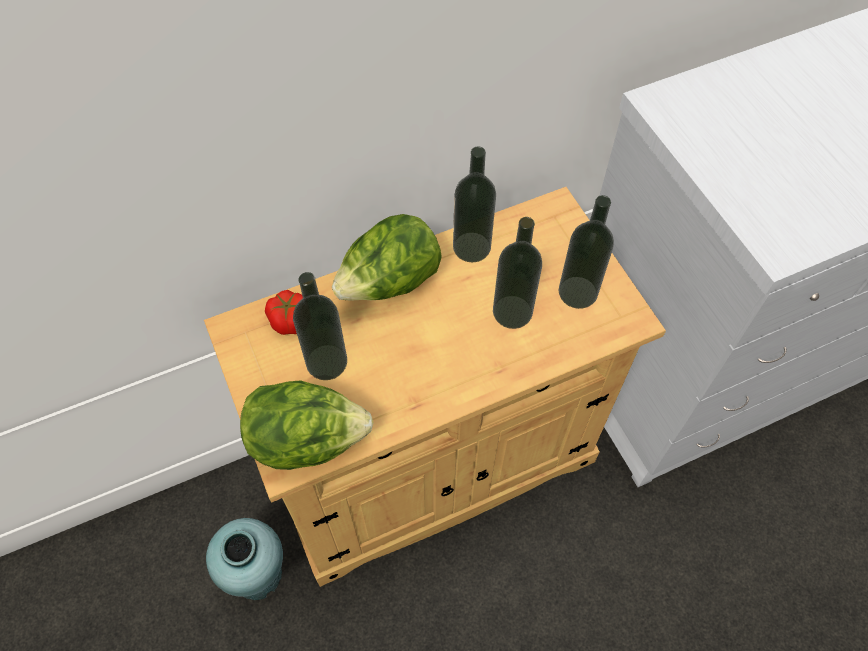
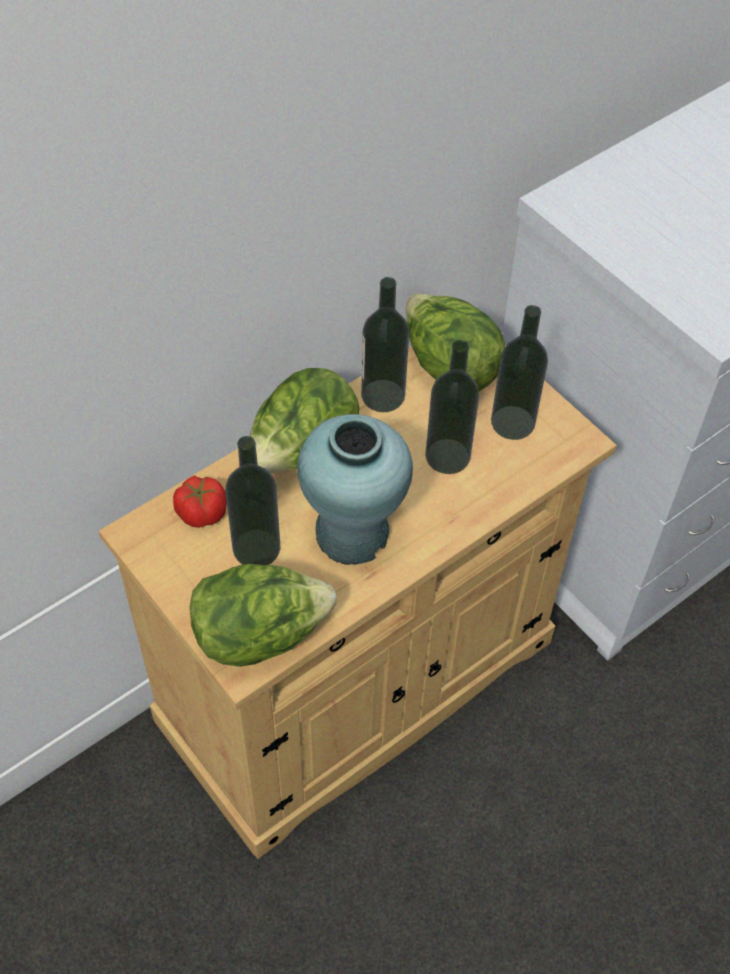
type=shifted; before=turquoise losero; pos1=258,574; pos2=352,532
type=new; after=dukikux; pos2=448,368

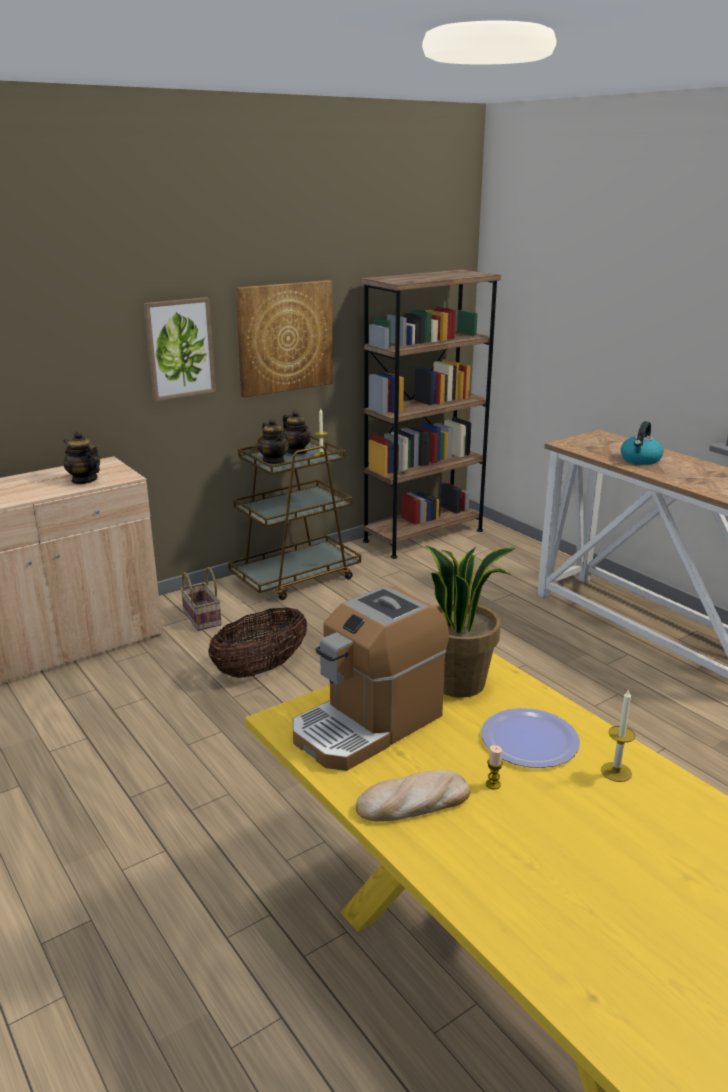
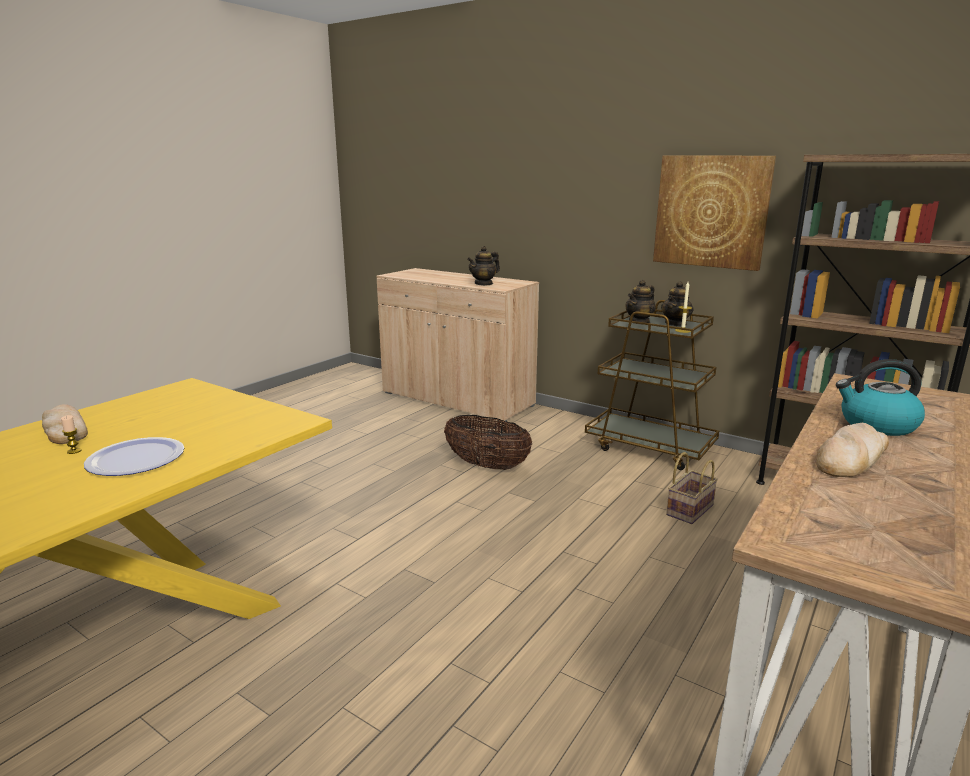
type=rotated; before=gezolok; pos1=84,480; pos2=484,284; turn=-150
type=gone; before=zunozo; pos1=179,348
type=shifted; before=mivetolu; pos1=200,618; pos2=689,509
type=gone; before=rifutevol; pos1=368,724
type=gone; before=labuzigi; pos1=459,682
type=gone; before=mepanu; pos1=616,772
type=new; after=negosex; pos2=851,457

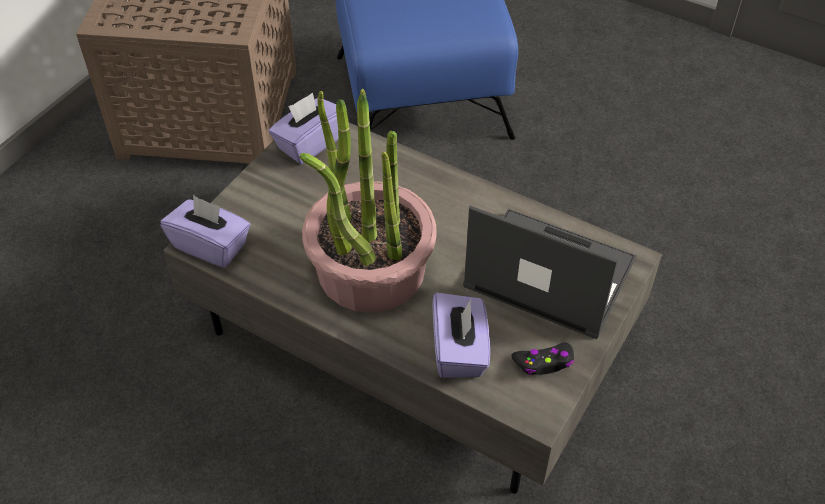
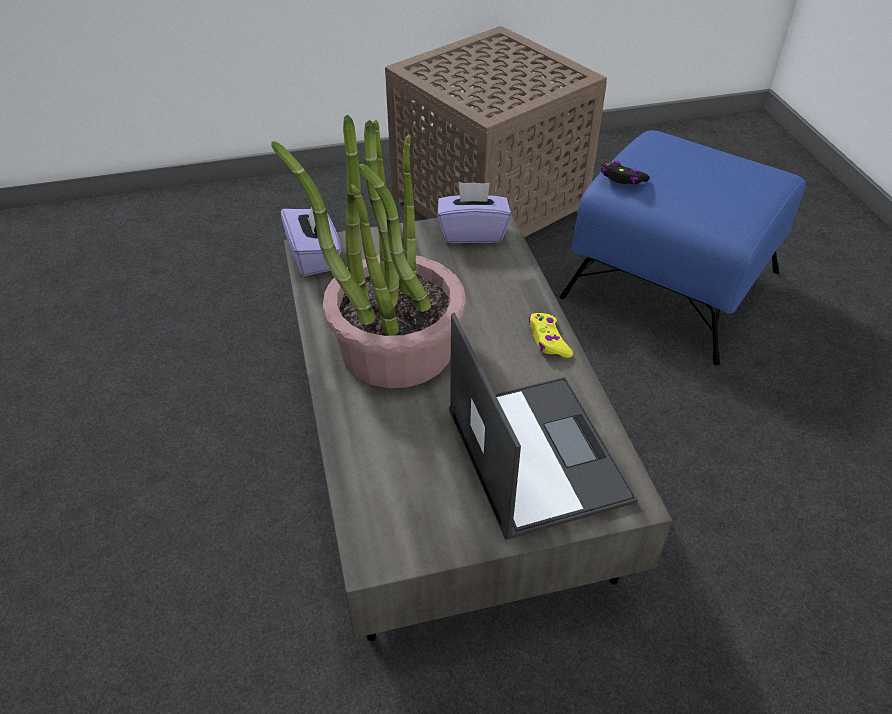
type=gone; before=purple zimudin; pos1=459,351
type=shifted; before=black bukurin; pos1=544,363; pos2=622,178
type=new; after=yellow bukurin; pos2=548,340

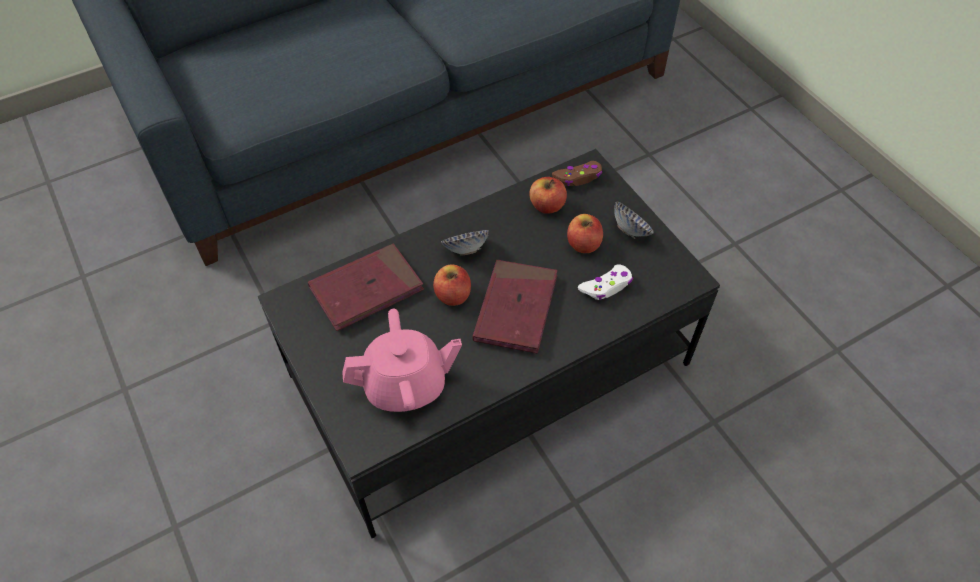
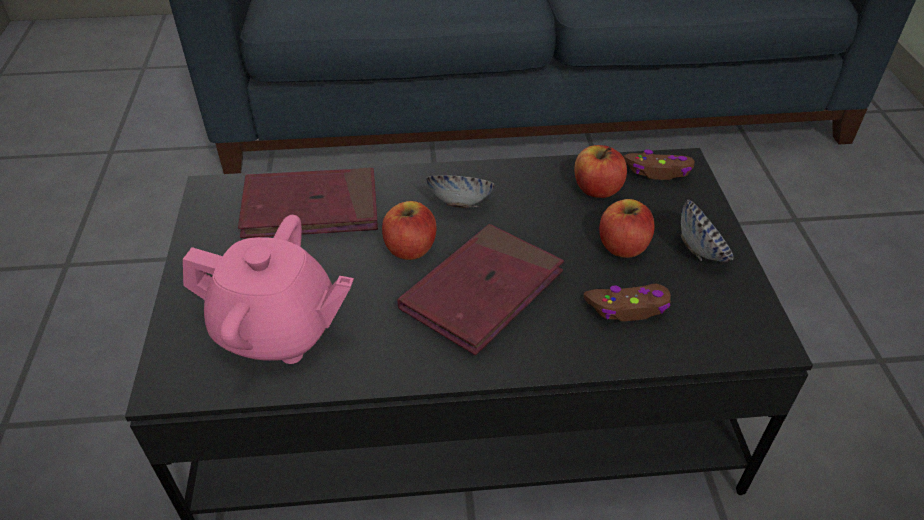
type=repainted; before=white bukurin; after=brown bukurin; pos1=606,286; pos2=628,308

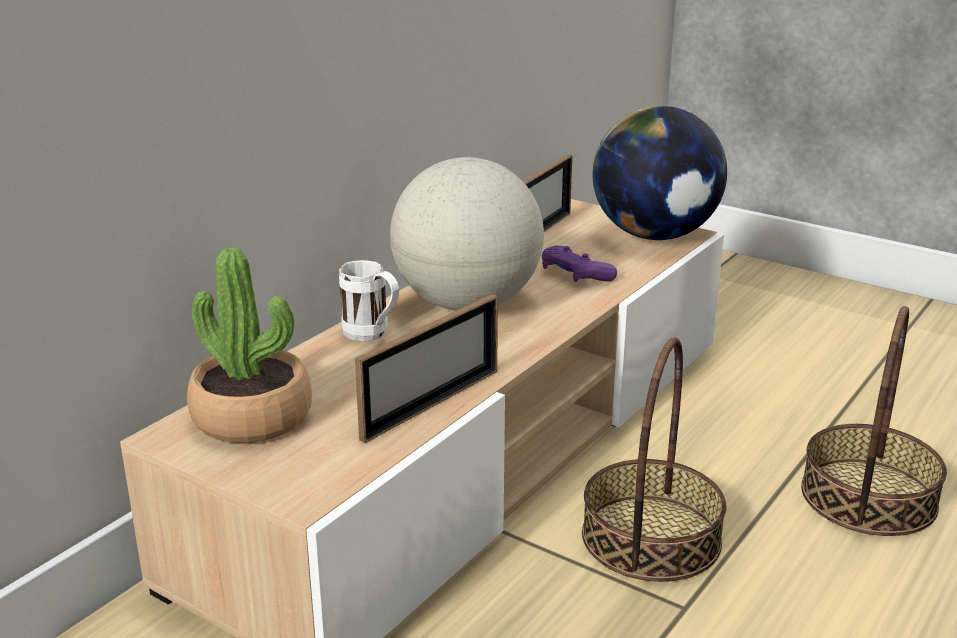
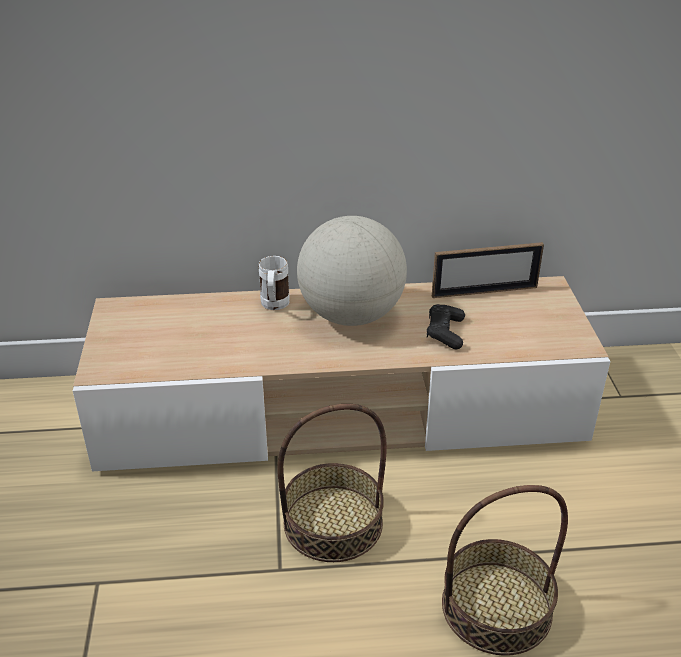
type=gone; before=labuzigi; pos1=252,417
type=gone; before=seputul; pos1=431,404
type=repainted; before=purple bukurin; after=black bukurin; pos1=575,275; pos2=445,333
type=gone; before=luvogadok; pos1=655,235

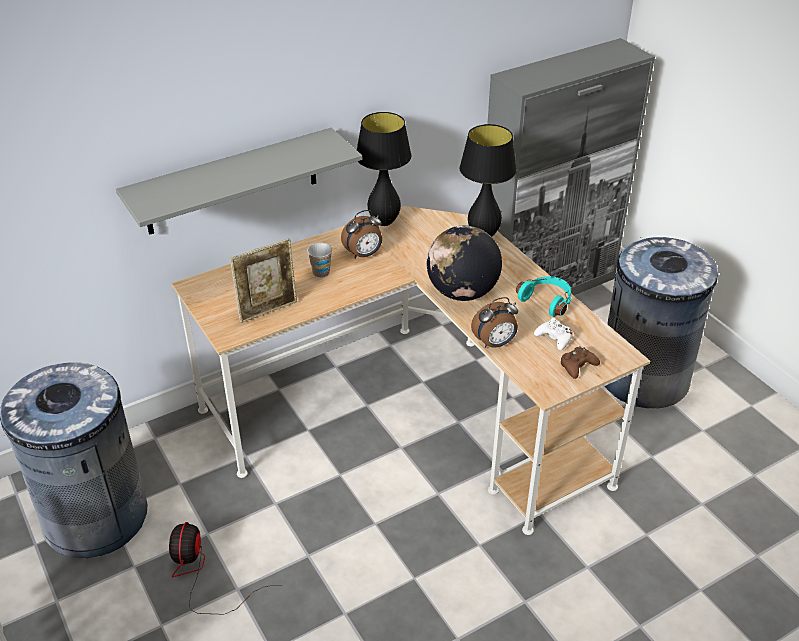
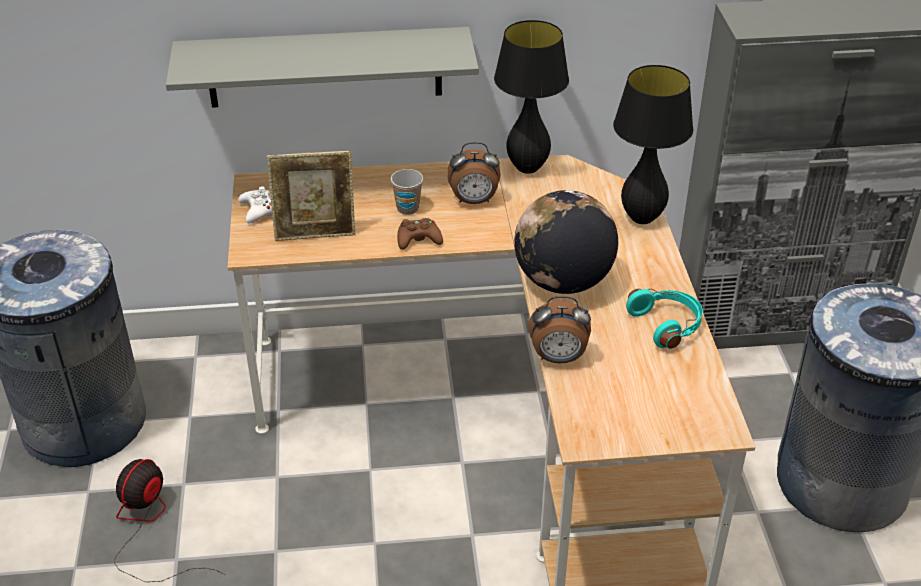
type=shifted; before=white bukurin; pos1=554,338; pos2=258,211
type=shifted; before=brown bukurin; pos1=577,366; pos2=418,239

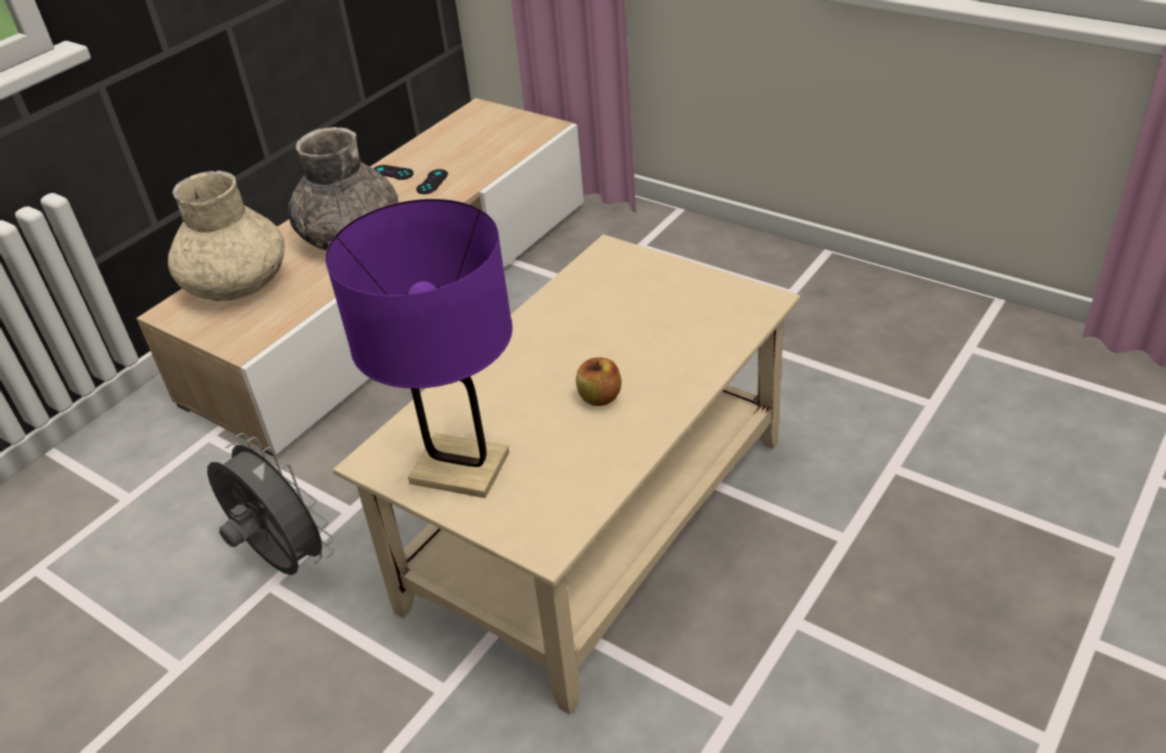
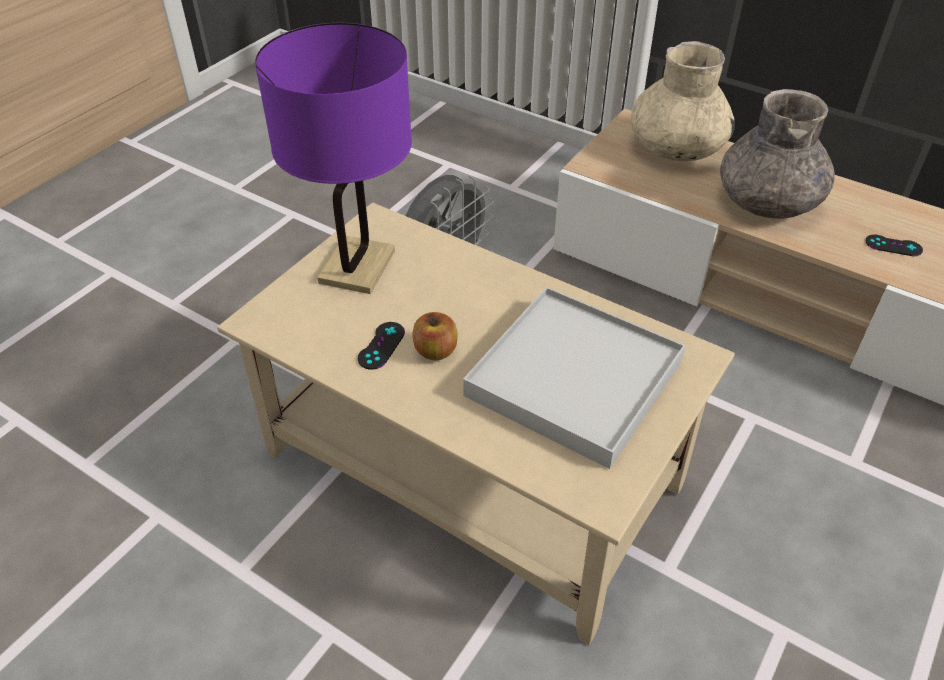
type=shifted; before=black bukurin; pos1=392,173; pos2=381,345
type=new; after=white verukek; pos2=575,379

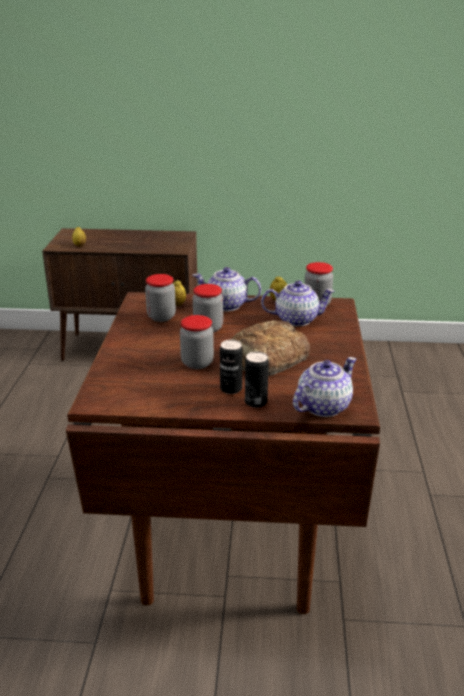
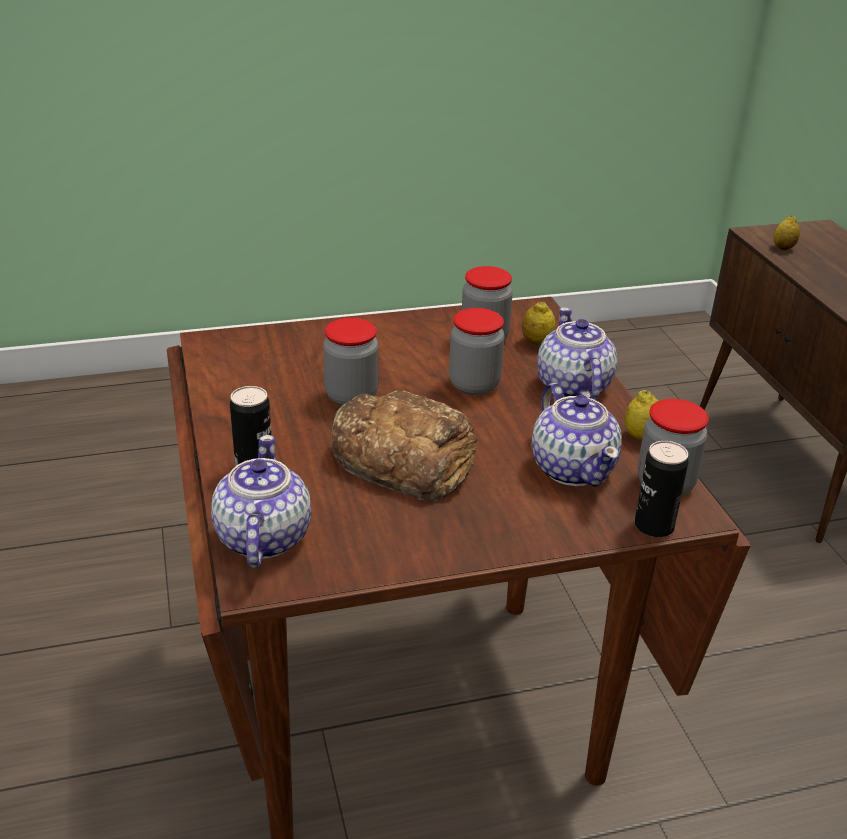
type=shifted; before=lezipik; pos1=231,389; pos2=654,526
type=rotated; before=gezolok; pos1=322,407; pos2=262,539; turn=-120

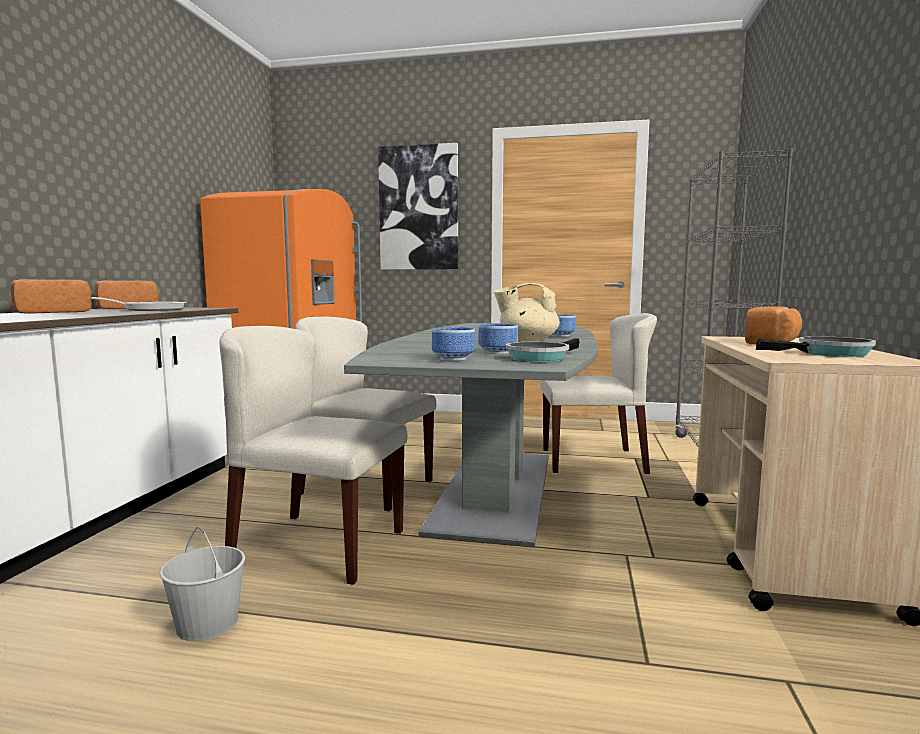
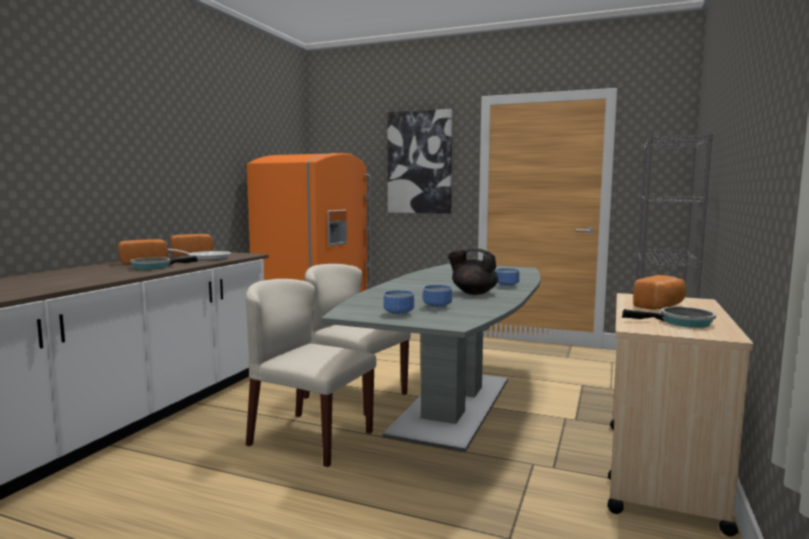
type=gone; before=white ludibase; pos1=206,623
type=repainted; before=beige gezolok; after=black gezolok; pos1=527,341; pos2=473,293
type=shifted; before=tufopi; pos1=540,358; pos2=154,267
type=gone; before=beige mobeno; pos1=593,460

